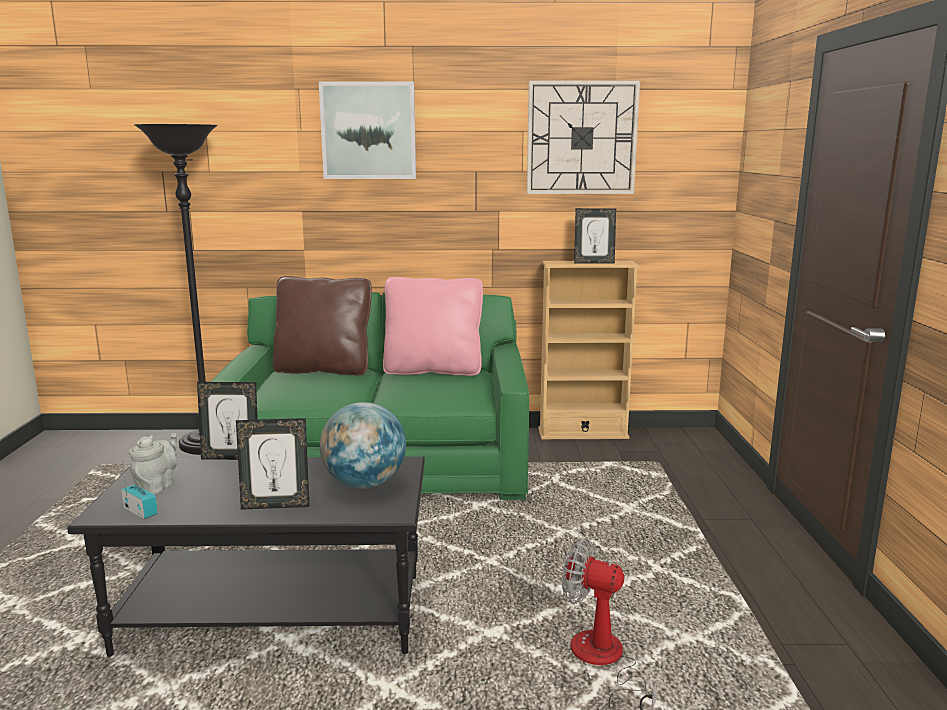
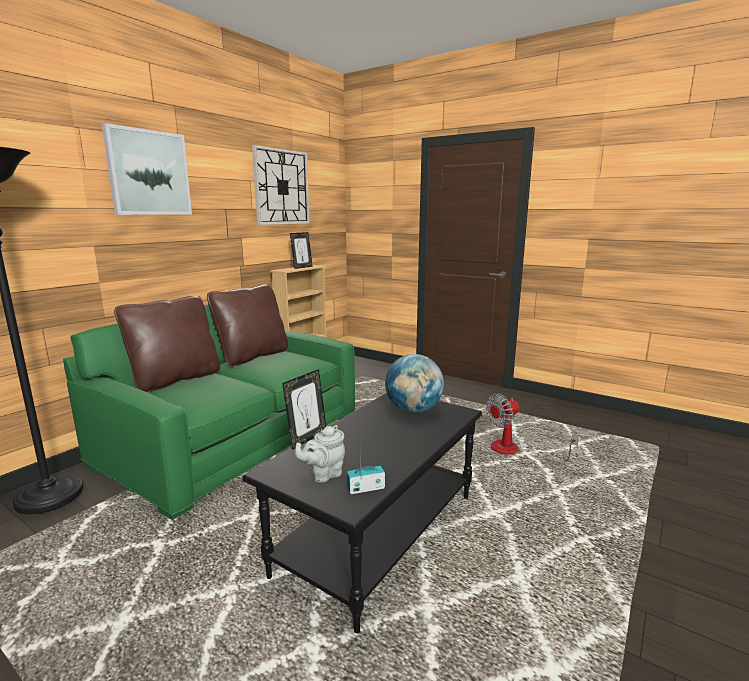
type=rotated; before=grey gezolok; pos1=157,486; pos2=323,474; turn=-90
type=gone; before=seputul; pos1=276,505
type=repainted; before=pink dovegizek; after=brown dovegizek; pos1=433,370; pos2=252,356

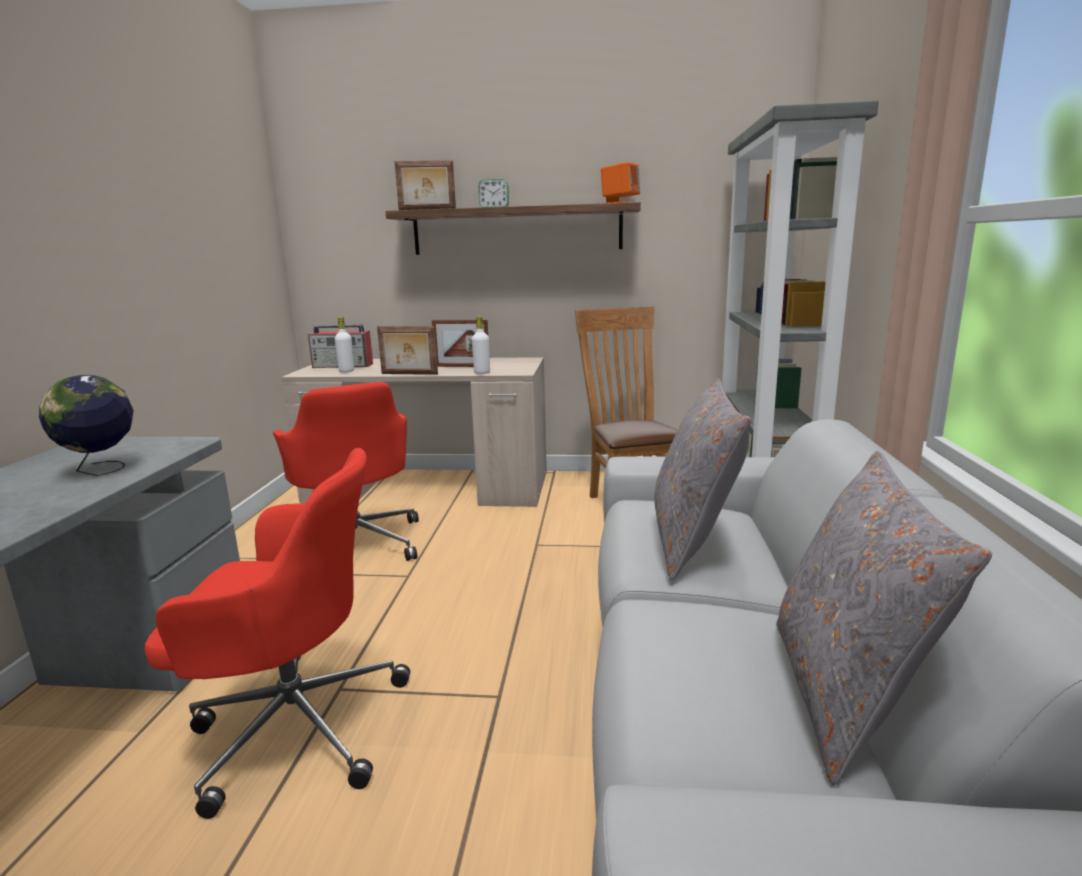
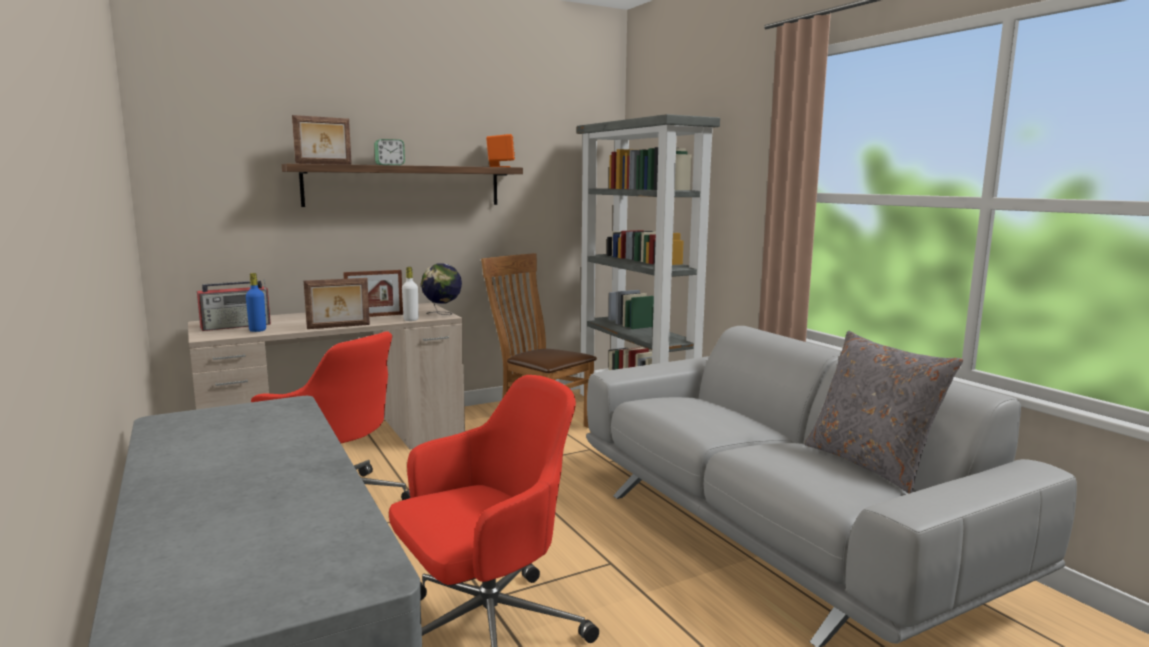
type=shifted; before=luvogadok; pos1=100,470; pos2=442,314
type=repainted; before=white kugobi; after=blue kugobi; pos1=346,371; pos2=257,330
type=gone; before=grey dovegizek; pos1=693,541

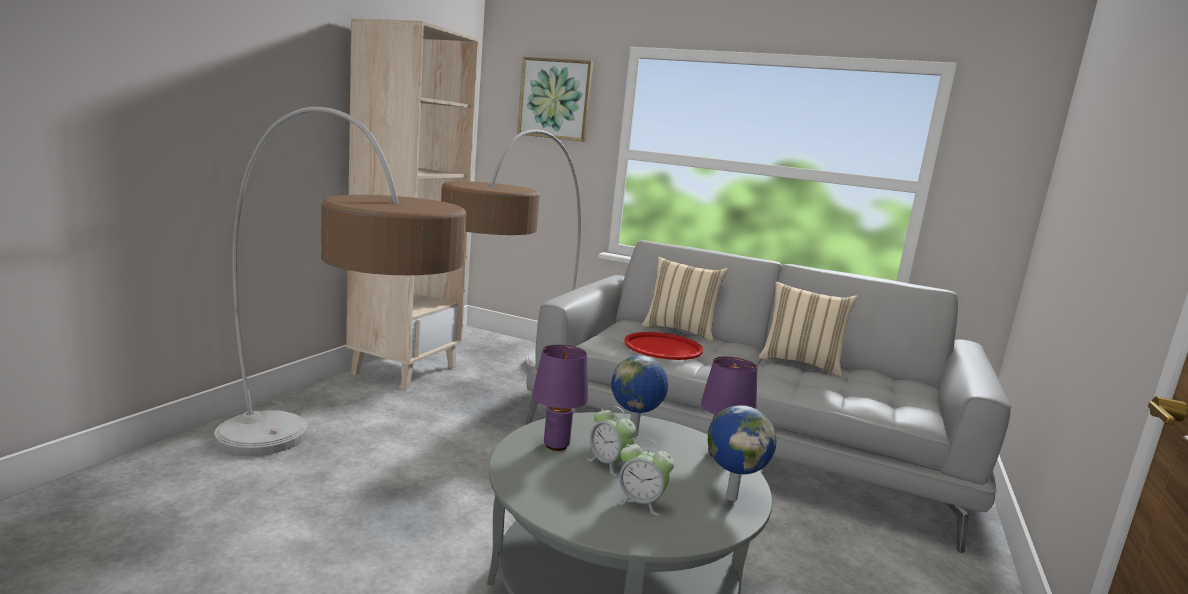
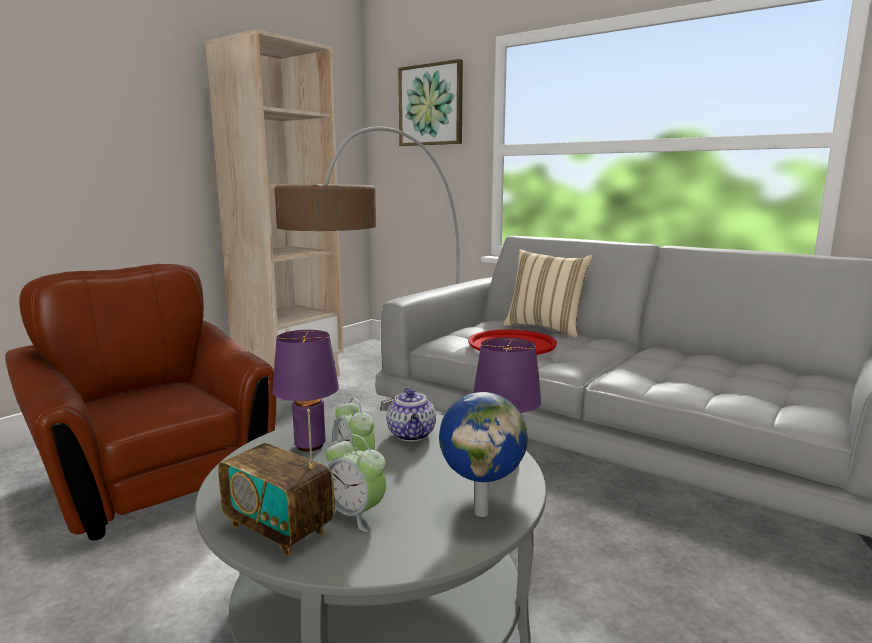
type=swapped; before=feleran; after=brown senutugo; pos1=329,478; pos2=155,479
type=swapped; before=luvogadok; after=gezolok; pos1=634,435; pos2=412,435
type=gone; before=beige dovegizek; pos1=801,363
type=new; after=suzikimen; pos2=279,529

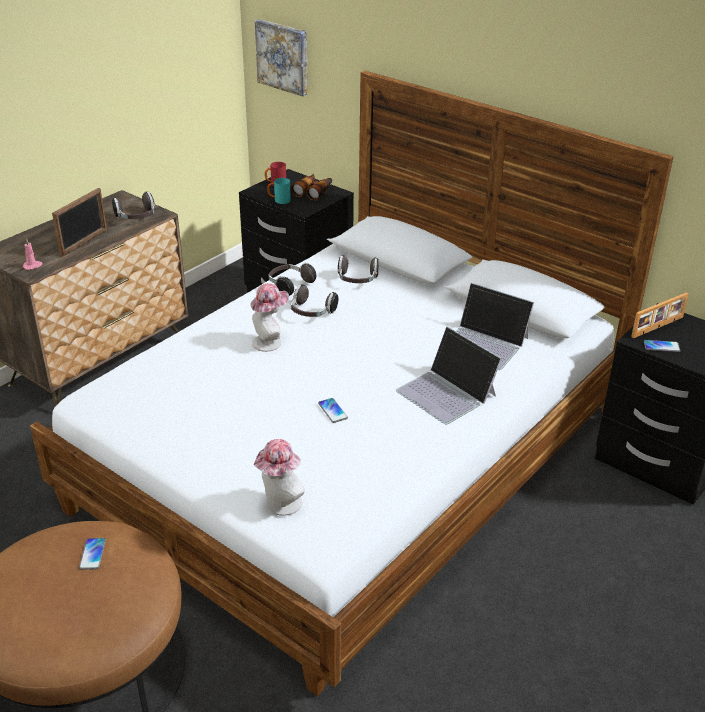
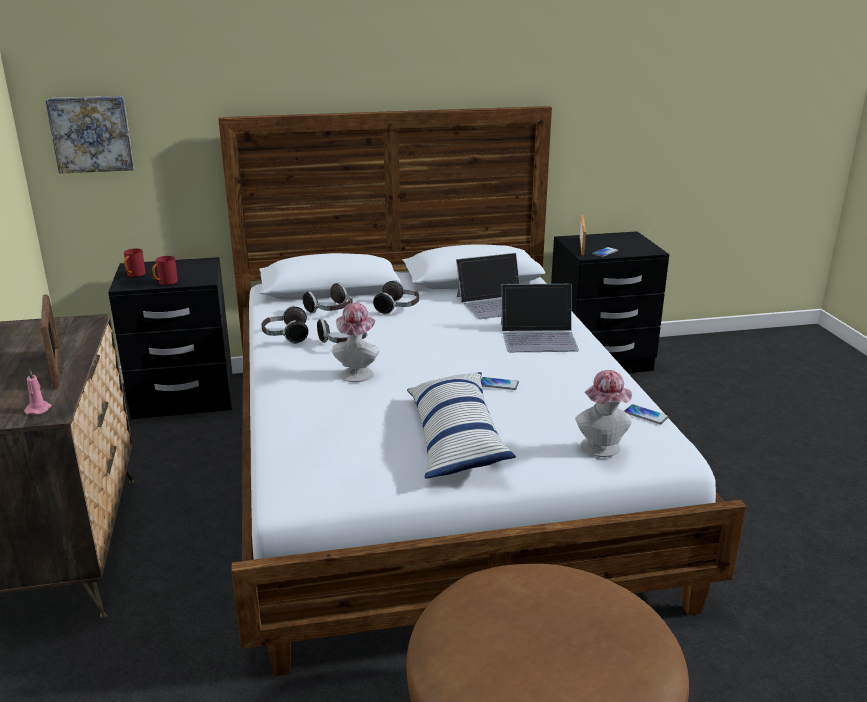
type=shifted; before=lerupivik; pos1=92,554; pos2=646,415
type=shifted; before=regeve; pos1=136,217; pos2=398,308
type=repainted; before=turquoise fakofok; after=red fakofok; pos1=279,201; pos2=165,283
type=gone; before=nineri; pos1=313,191
type=new; after=dovegizek; pos2=455,438

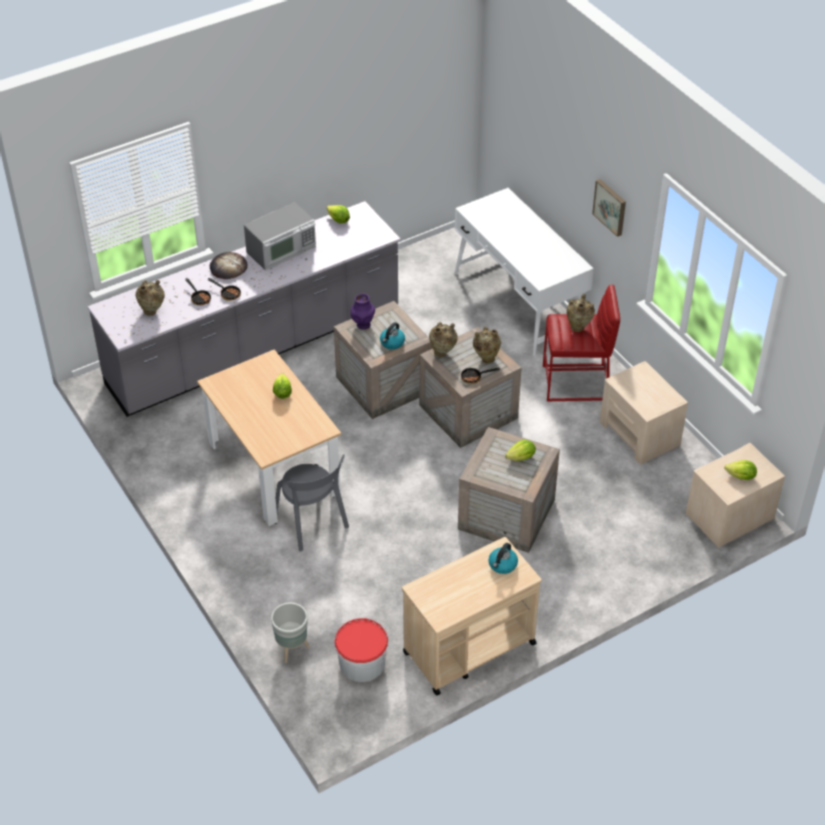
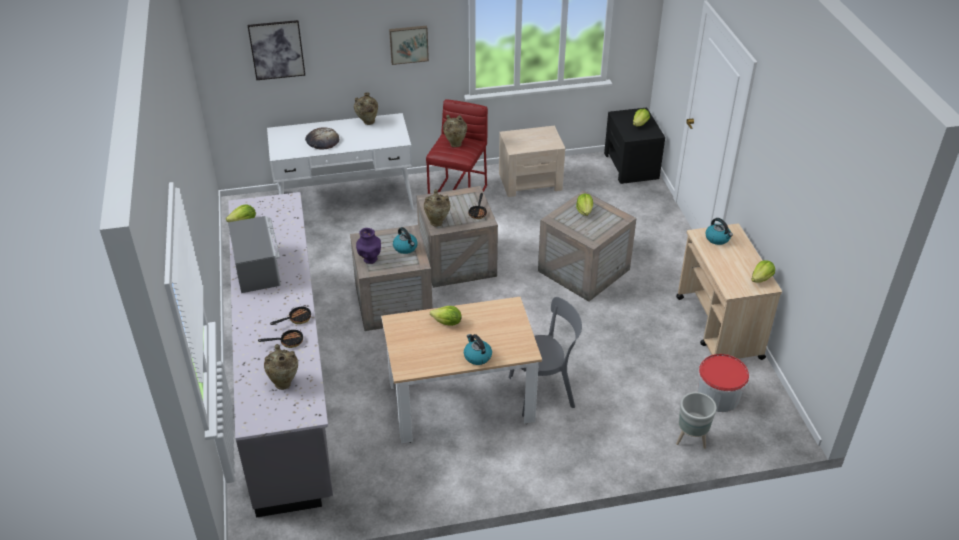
type=shifted; before=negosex; pos1=228,267; pos2=322,141
type=shifted; before=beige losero; pos1=486,358; pos2=367,122
type=repainted; before=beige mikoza; after=black mikoza; pos1=729,516; pos2=631,166
type=new; after=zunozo; pos2=277,50
type=new; after=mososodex; pos2=477,356
type=new; after=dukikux; pos2=761,279

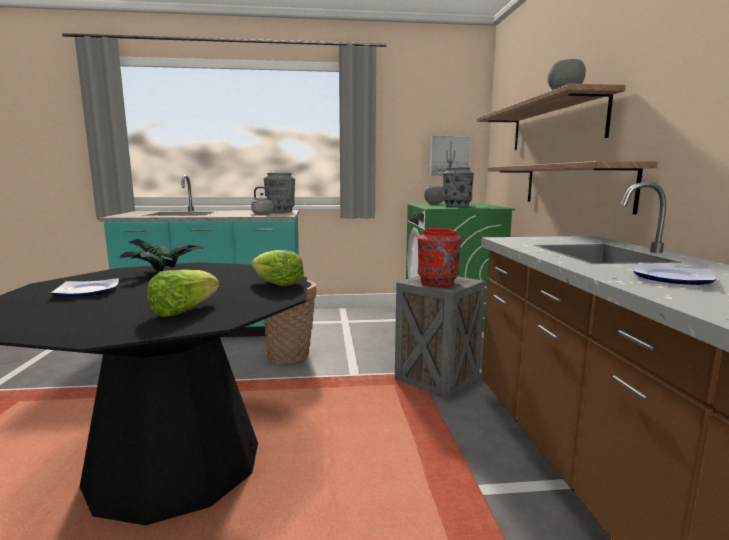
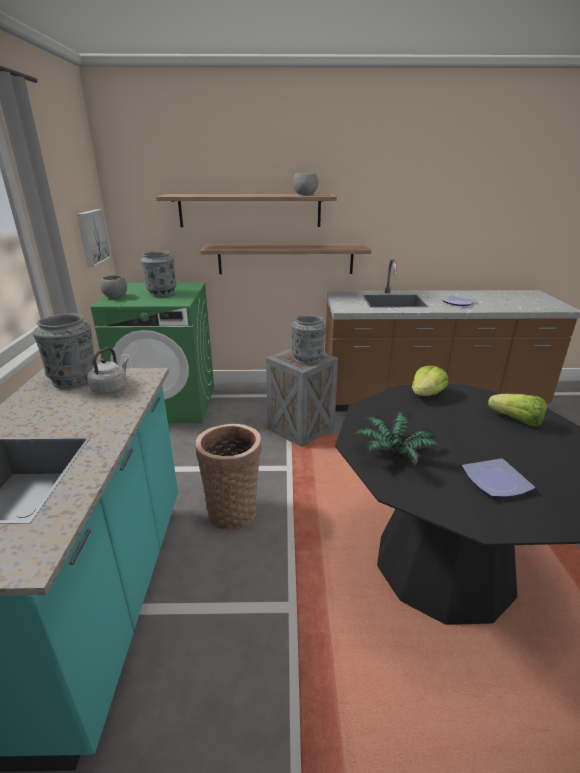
type=repainted; before=red losero; after=grey losero; pos1=437,283; pos2=308,359

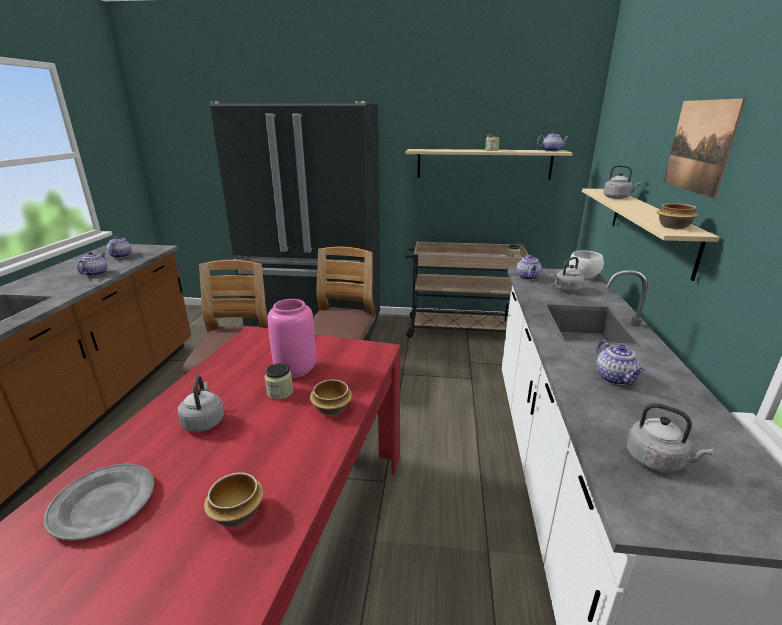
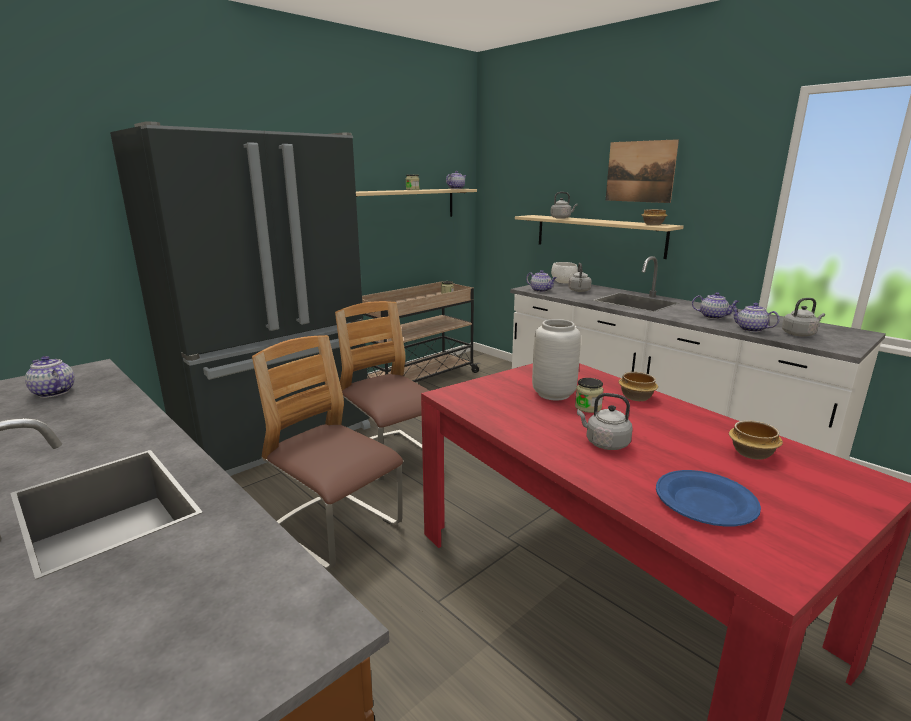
type=repainted; before=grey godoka; after=blue godoka; pos1=103,504; pos2=705,503
type=shifted; before=gezolok; pos1=95,273; pos2=750,329
type=repainted; before=pink losero; after=grey losero; pos1=296,369; pos2=552,394

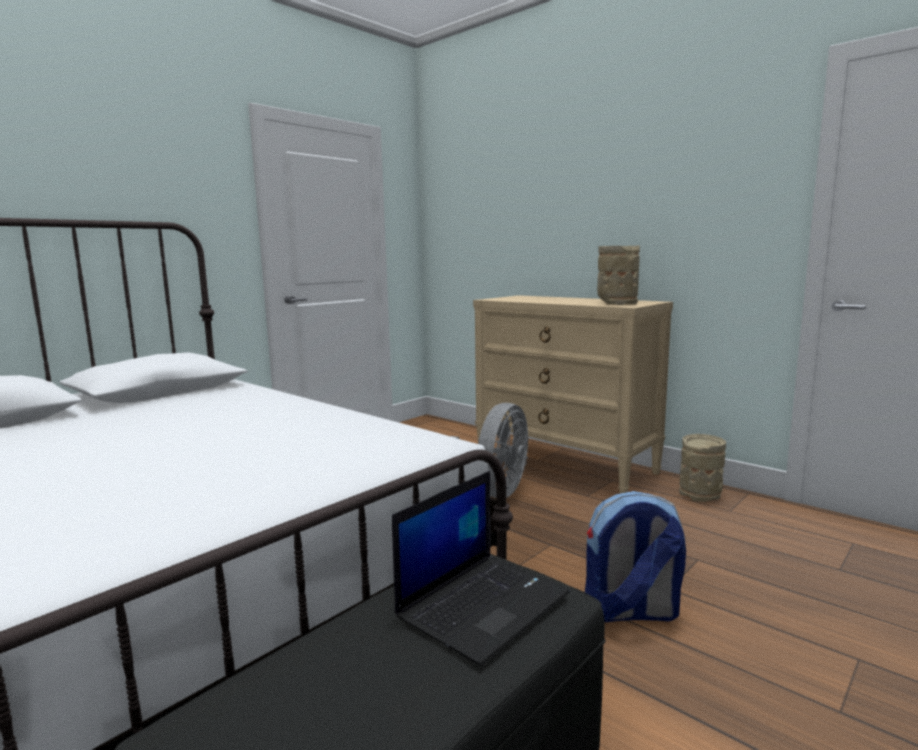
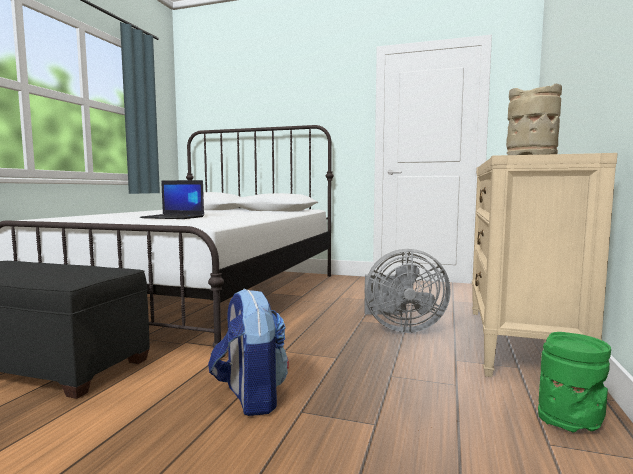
type=shifted; before=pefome; pos1=483,604; pos2=174,217
type=repainted; before=beige losero; after=green losero; pos1=700,494; pos2=570,420

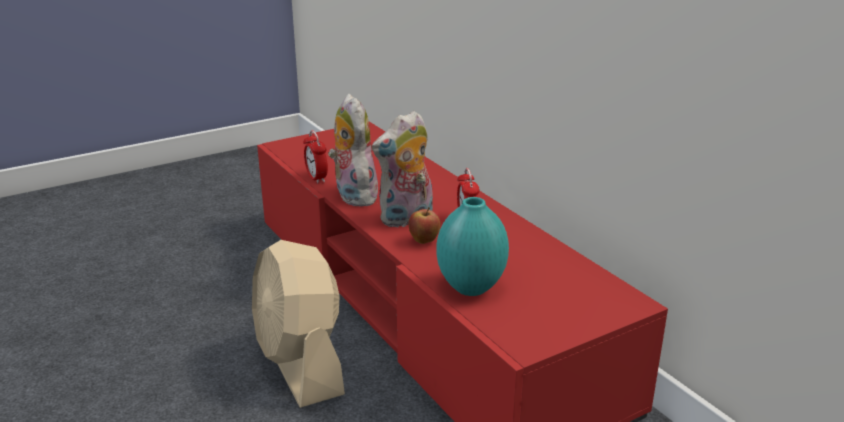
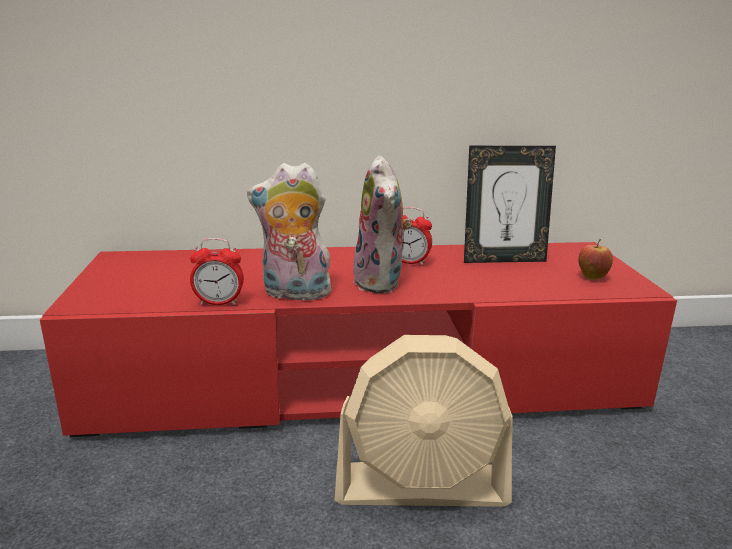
type=shifted; before=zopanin; pos1=424,241; pos2=592,278
type=gone; before=turquoise losero; pos1=472,288
type=new; after=seputul; pos2=503,259

